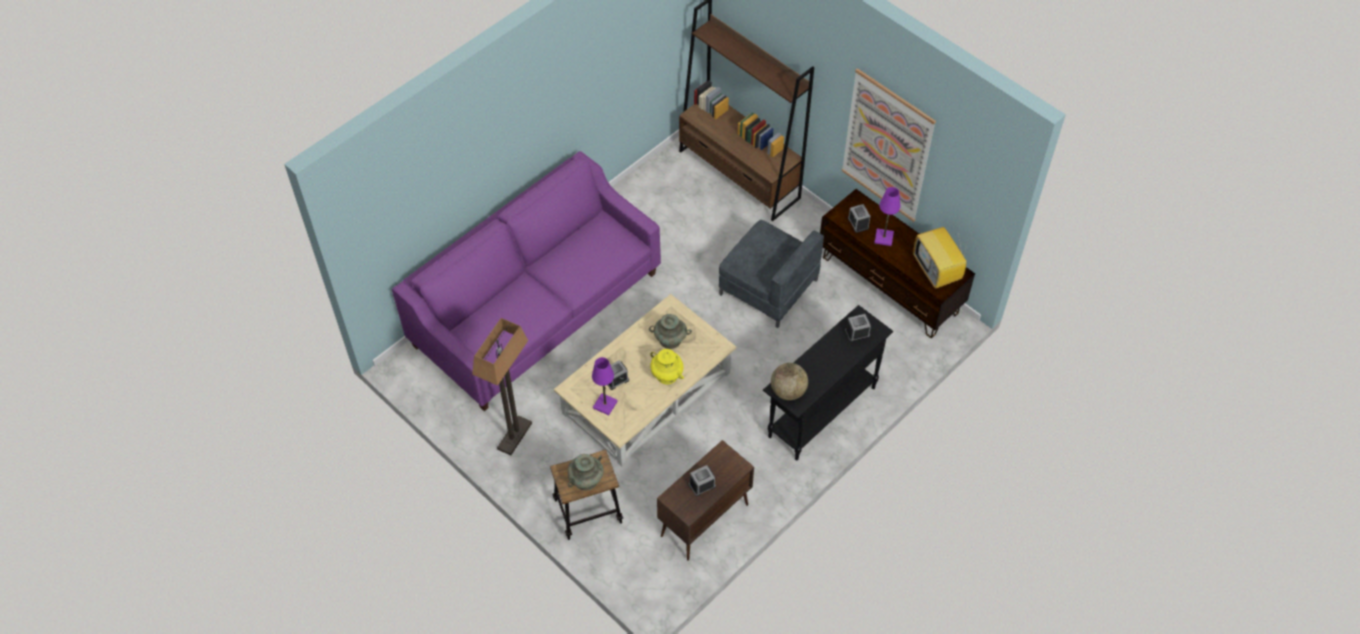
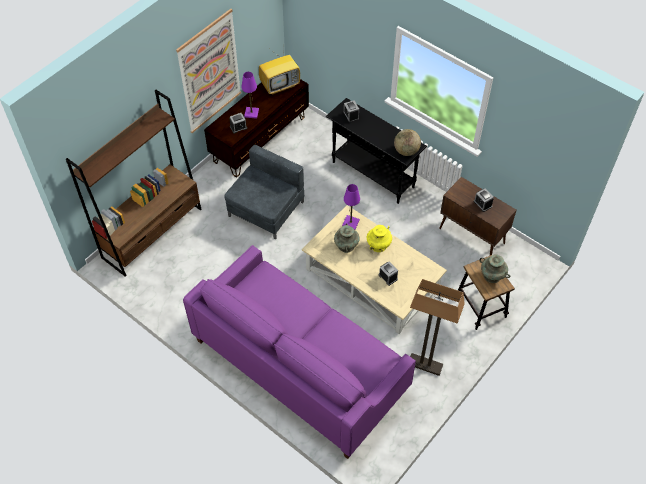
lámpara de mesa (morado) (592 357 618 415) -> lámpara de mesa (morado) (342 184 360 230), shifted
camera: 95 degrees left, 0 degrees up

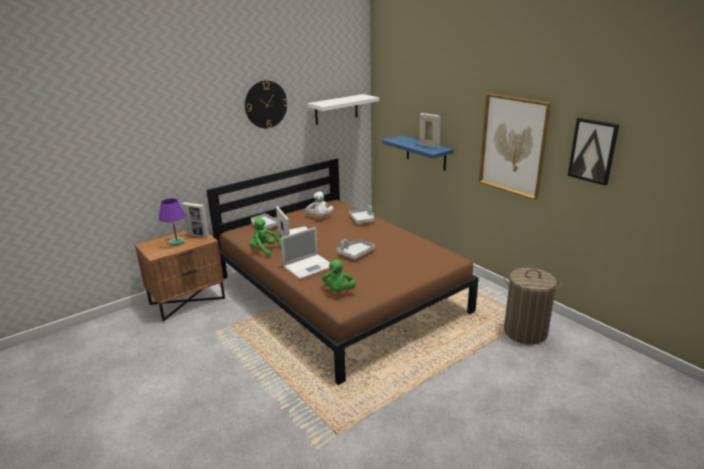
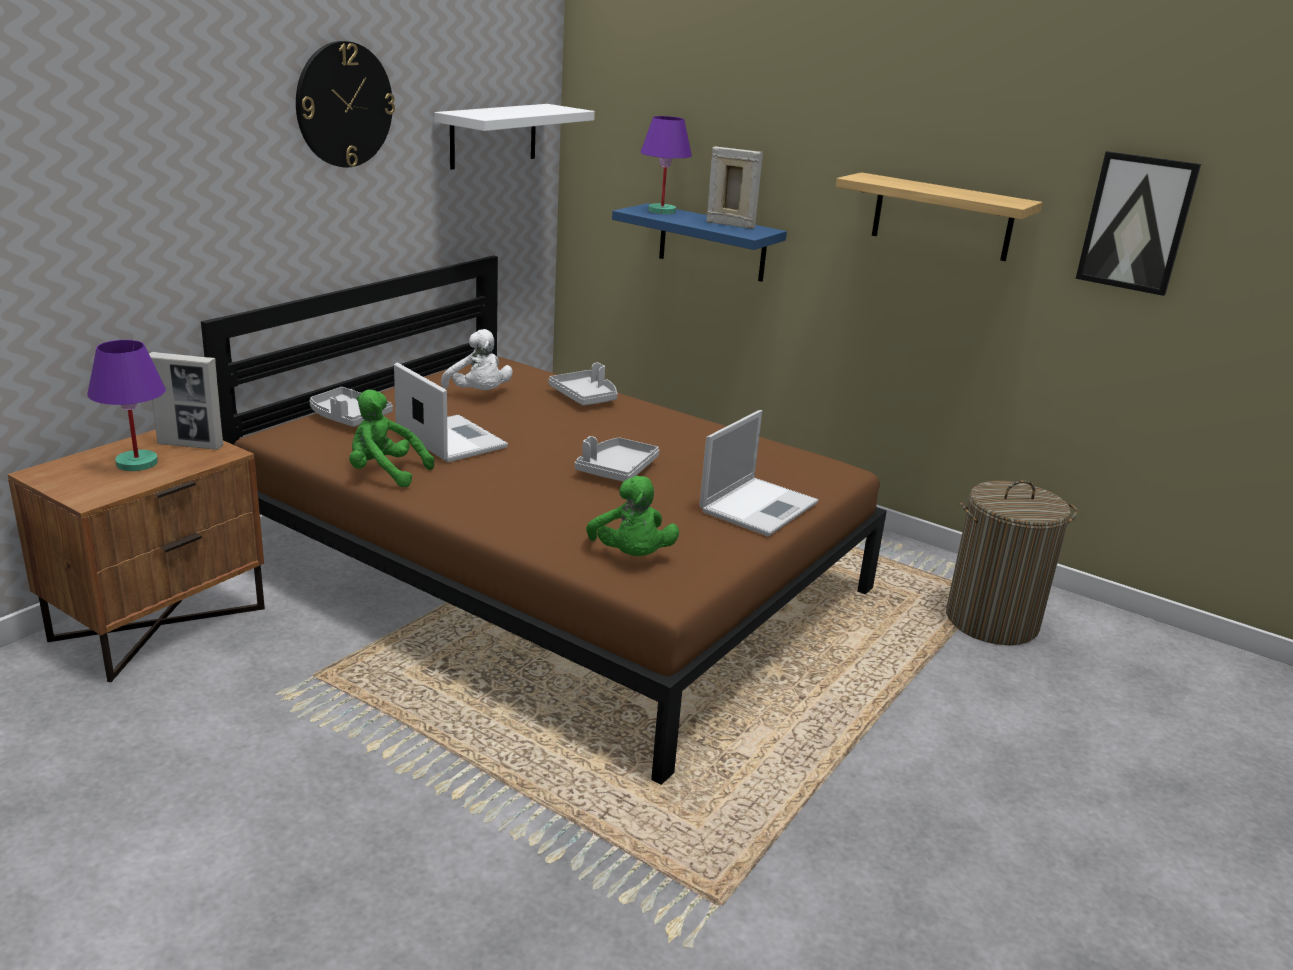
none -> lámpara de mesa (morado) (641 116 692 214)
portátil (280 227 330 280) -> portátil (699 410 819 536), shifted
cuadro (479 93 551 200) -> estante (836 172 1042 261)
camera: 20 degrees left, 0 degrees up

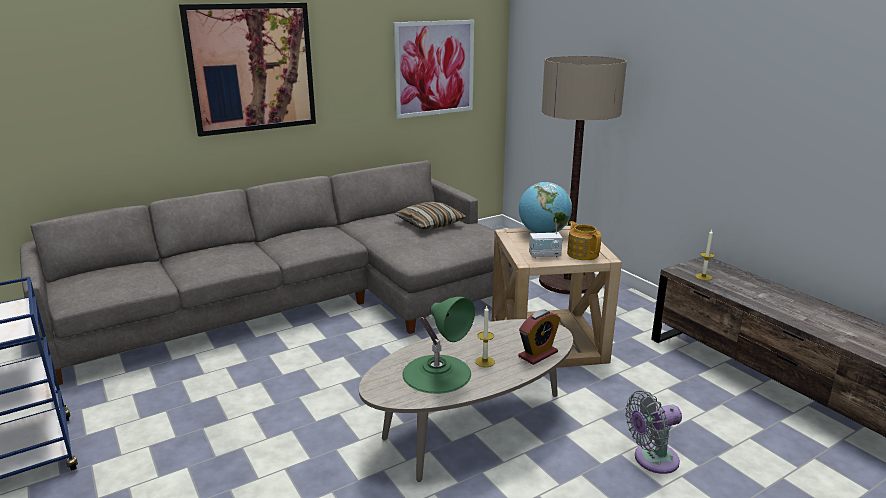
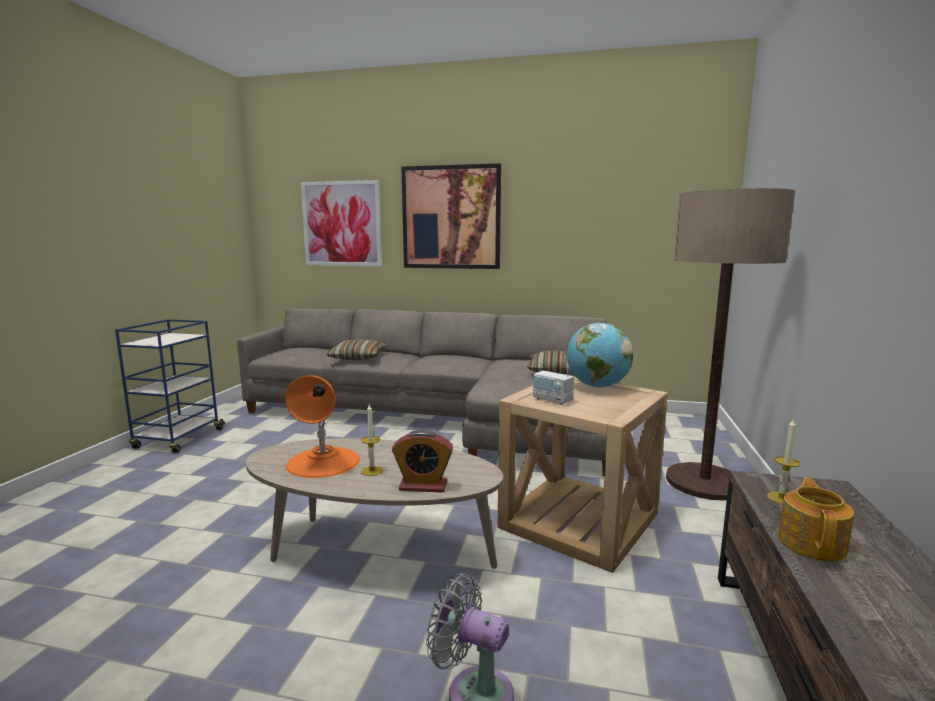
lámpara de mesa (verde) (402 297 475 394) -> lámpara de mesa (naranja) (285 375 360 478)
cuadro (393 20 474 119) -> cuadro (301 180 382 266), shifted
none -> cojín (326 339 387 360)
tetera (567 221 601 260) -> tetera (778 477 854 561), shifted
camera: 45 degrees right, 10 degrees down

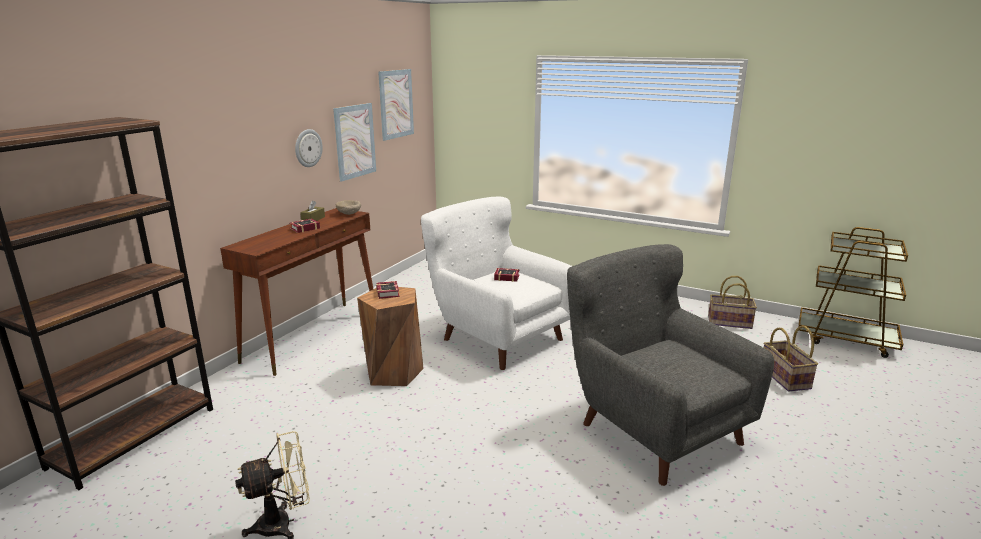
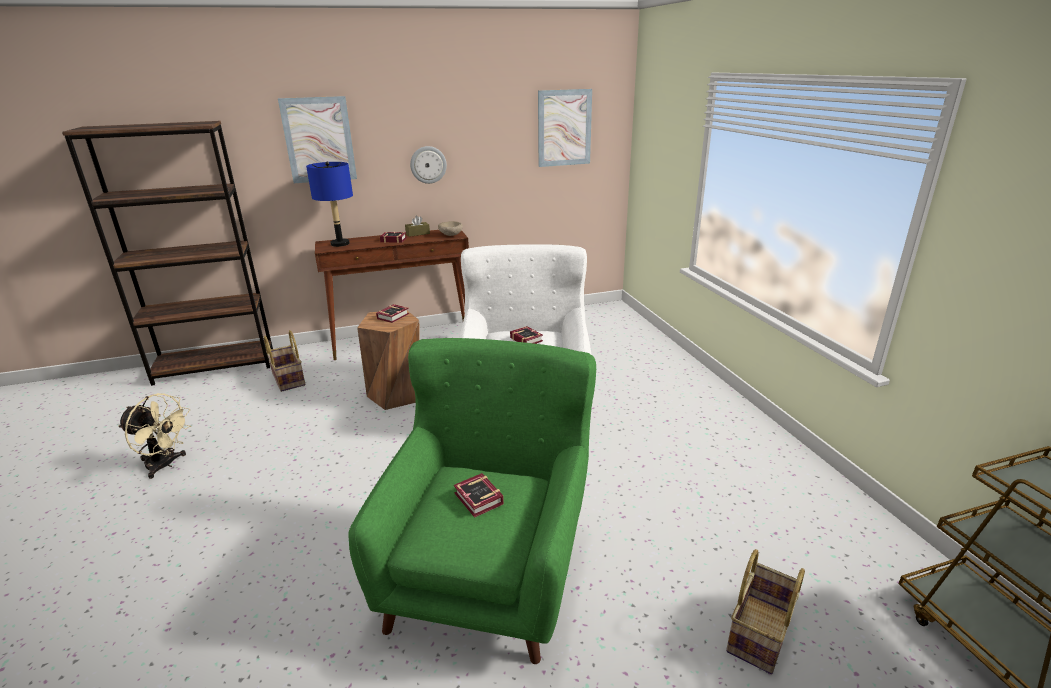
cesta (708 276 757 329) -> cesta (264 330 305 392), shifted
cuadro (333 103 376 182) -> cuadro (278 96 357 183), shifted
none -> lámpara de mesa (azul) (306 161 353 247)
sillón (gris) (567 244 774 486) -> sillón (verde) (349 338 596 664)
none -> libro (454 473 504 518)
camera: 45 degrees right, 5 degrees up

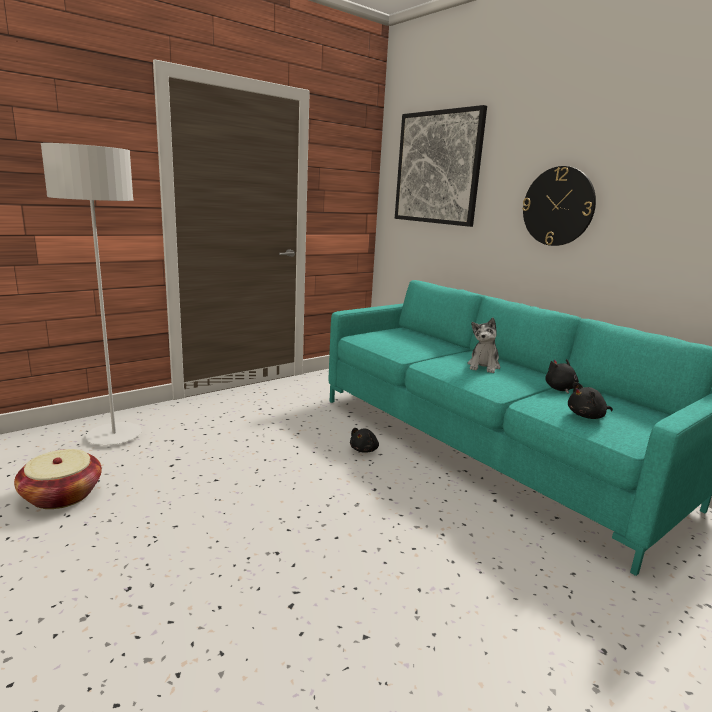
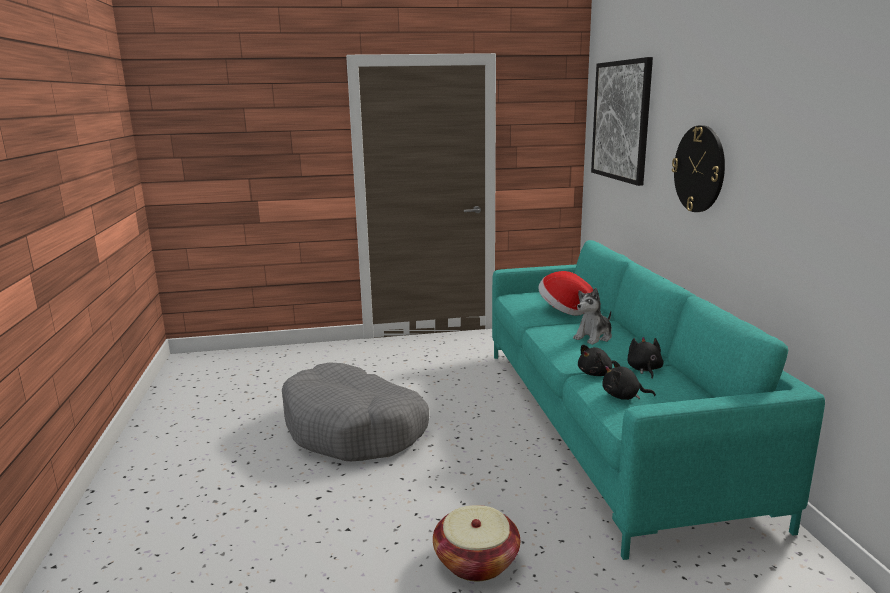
none -> cama para perro (gris) (282 362 429 461)
cesta (14 449 102 509) -> cesta (433 505 520 581), shifted
none -> sombrero (538 271 594 315)
peluche (negro) (350 428 379 453) -> peluche (negro) (578 344 613 376), shifted
lámpara de pie (gris) (41 143 142 445) -> none
camera: 30 degrees right, 0 degrees up

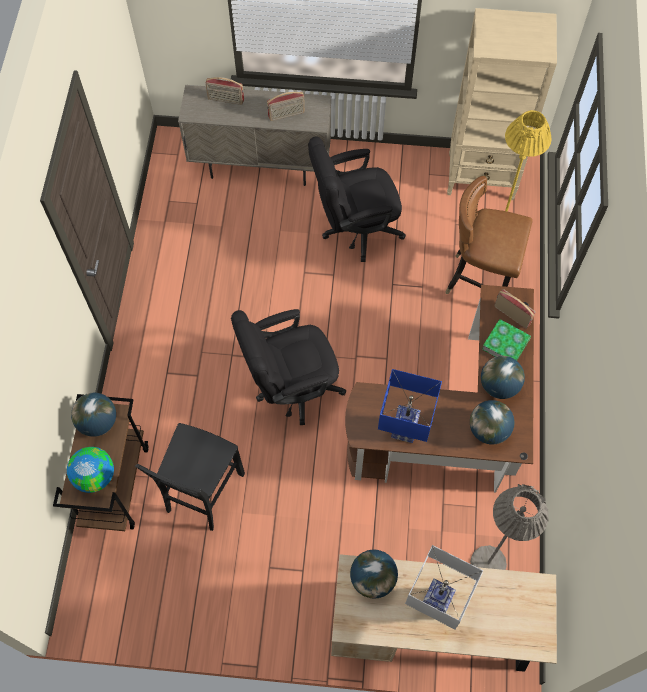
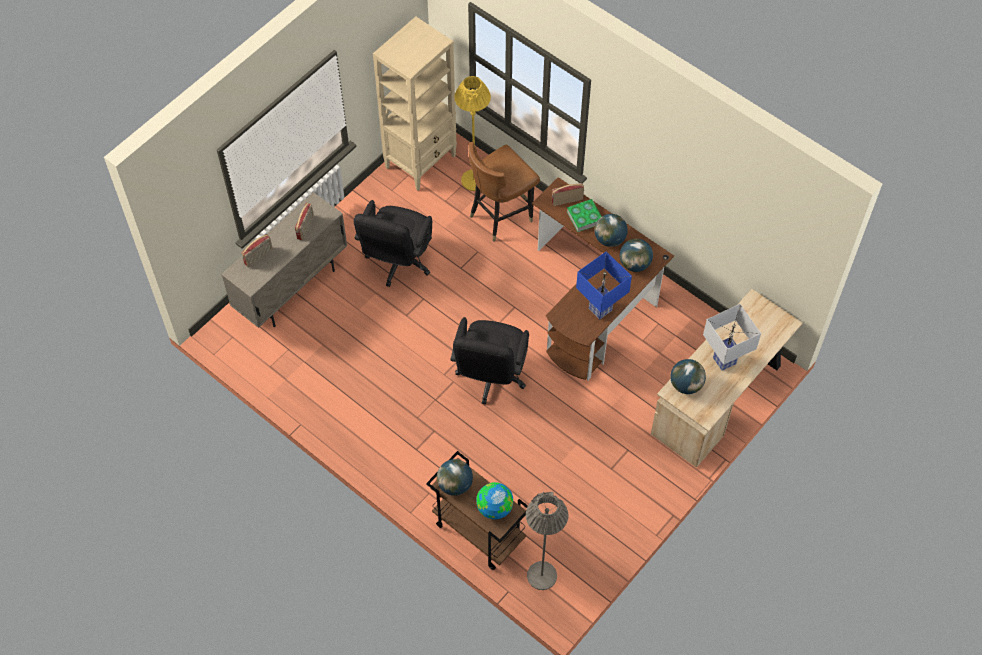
lámpara de pie (gris) (470 484 549 570) -> lámpara de pie (gris) (526 492 569 590), shifted
silla (negro) (135 423 245 531) -> none
camera: 55 degrees left, 5 degrees down

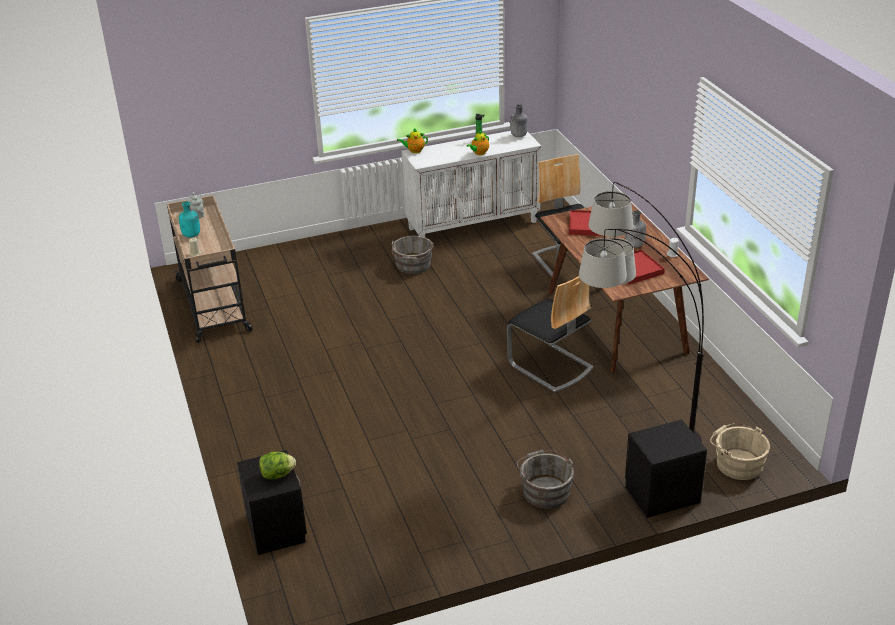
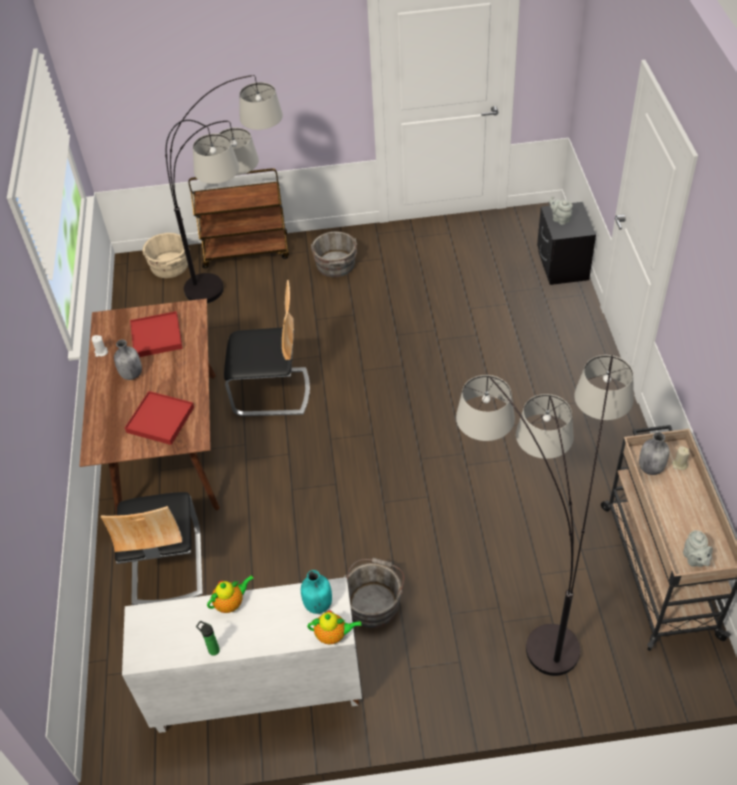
mesita de noche (negro) (625 420 707 518) -> carrito (marrón) (189 168 289 268)
silla (507 276 594 392) -> silla (224 280 310 416), 120 degrees clockwise
botella (turquesa) (179 202 200 238) -> botella (turquesa) (301 570 332 614), shifted
none -> lámpara de pie (456 355 633 676)
lechuga (259 452 296 480) -> tetera (gris) (549 196 573 225)
botella (gris) (510 104 528 137) -> botella (gris) (639 432 669 475), shifted
camera: 165 degrees left, 15 degrees up

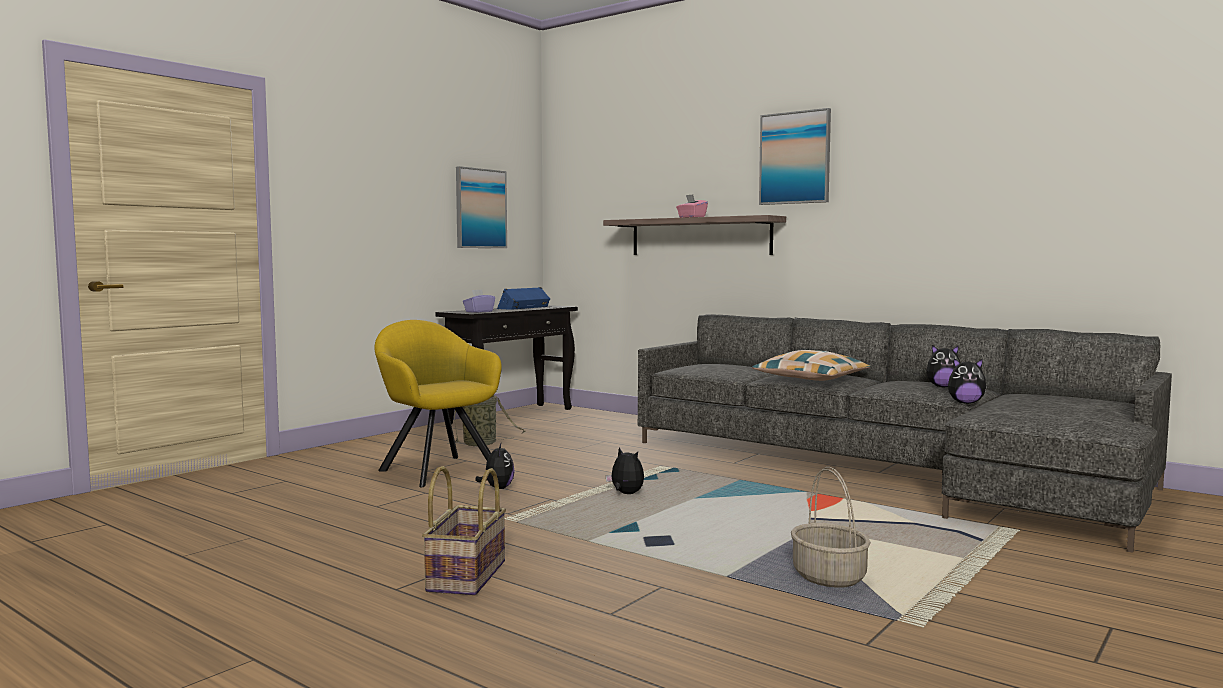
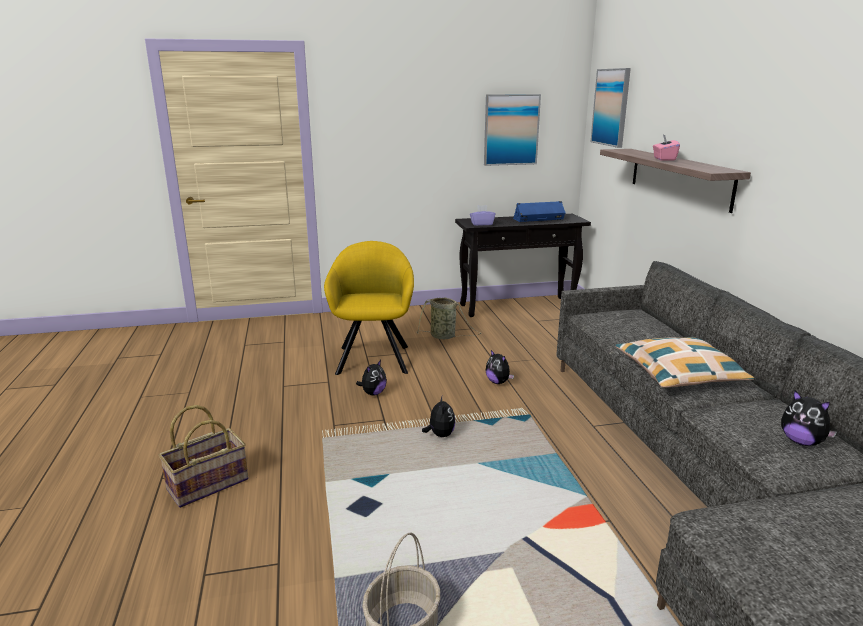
peluche (948 358 987 404) -> peluche (485 350 514 384), shifted
cuadro (759 108 831 205) -> cuadro (591 68 631 148), shifted
camera: 40 degrees right, 15 degrees up

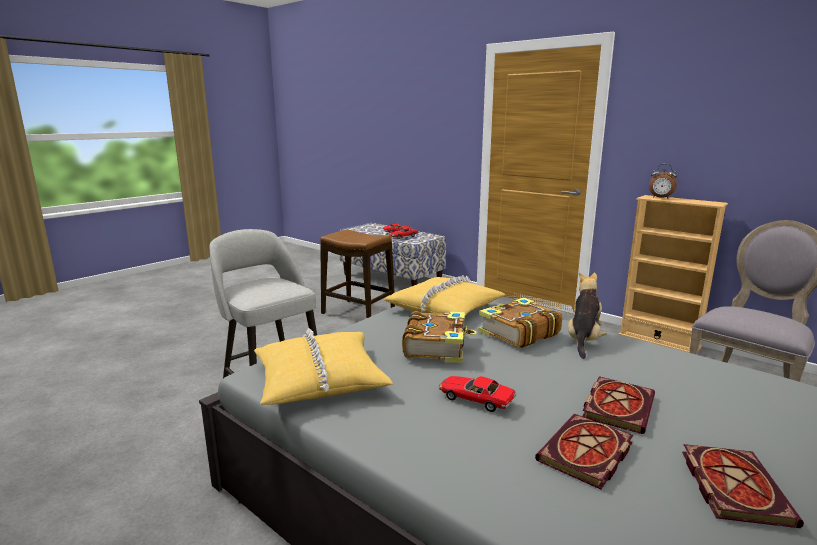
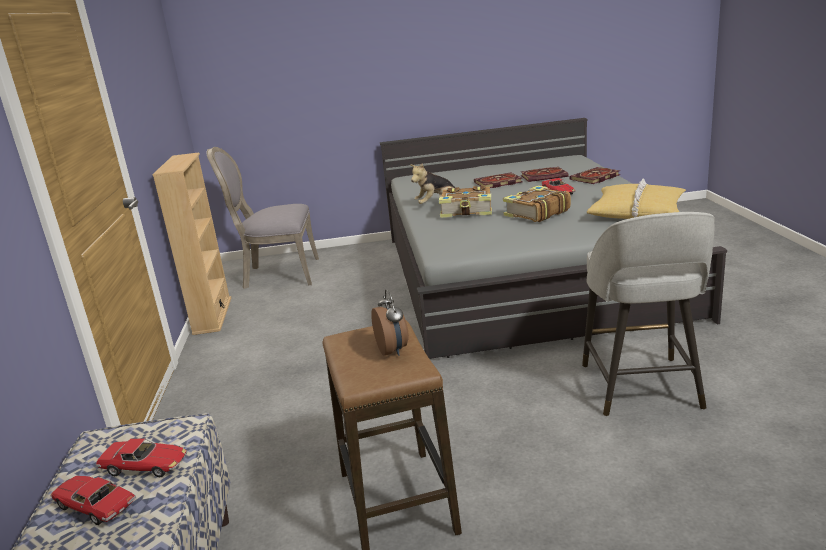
despertador (649 164 677 198) -> despertador (371 289 409 356), shifted
libro (682 444 804 528) -> libro (569 167 621 184), shifted
cojín (amarillo) (384 275 505 315) -> none
camera: 135 degrees left, 5 degrees up

